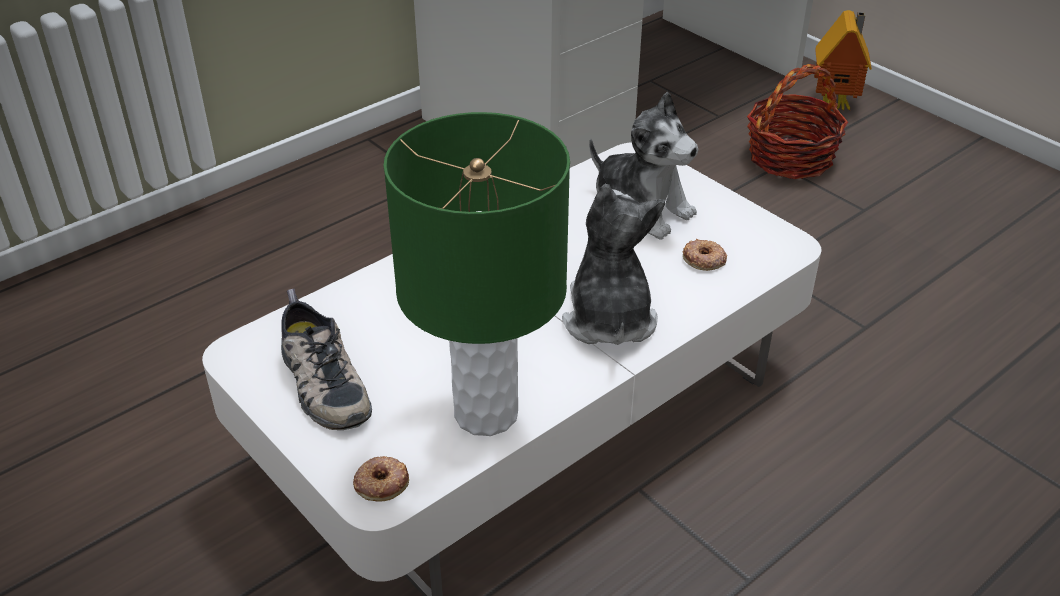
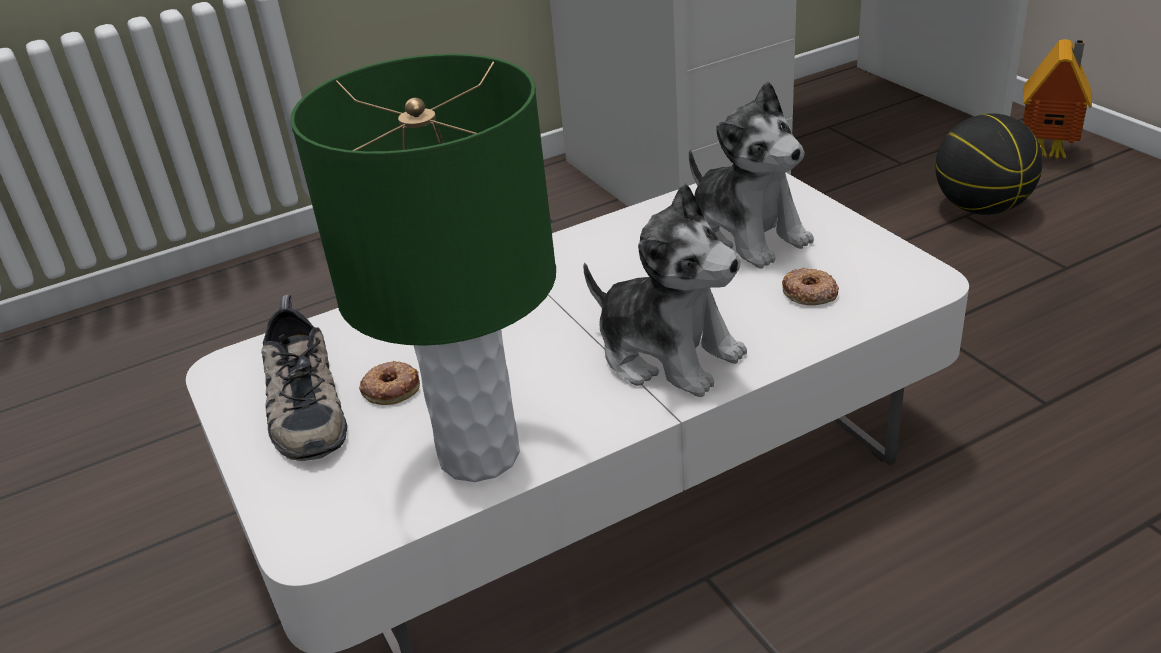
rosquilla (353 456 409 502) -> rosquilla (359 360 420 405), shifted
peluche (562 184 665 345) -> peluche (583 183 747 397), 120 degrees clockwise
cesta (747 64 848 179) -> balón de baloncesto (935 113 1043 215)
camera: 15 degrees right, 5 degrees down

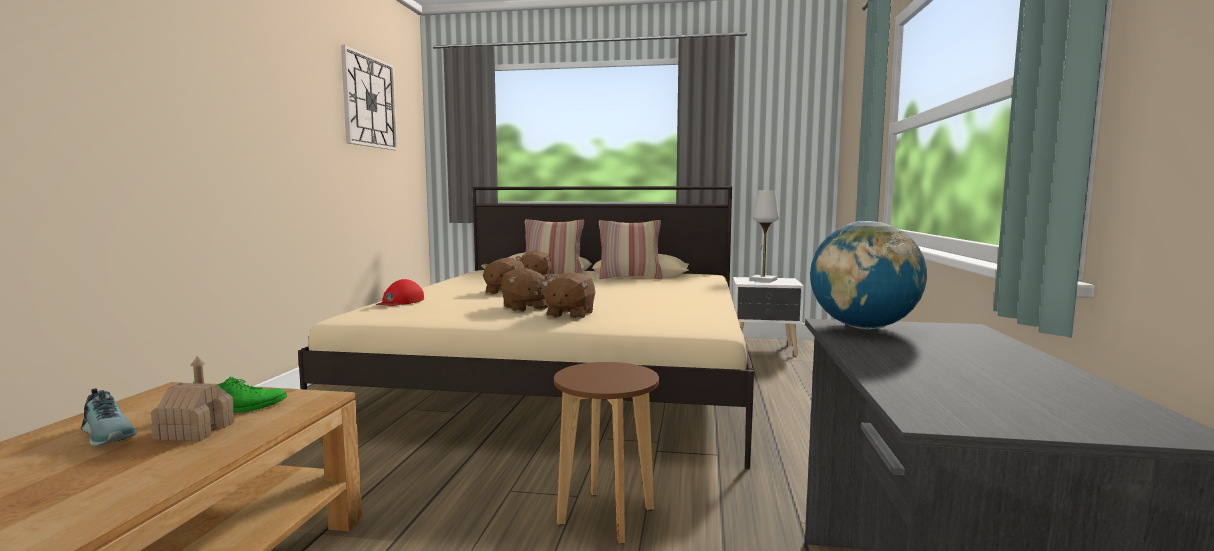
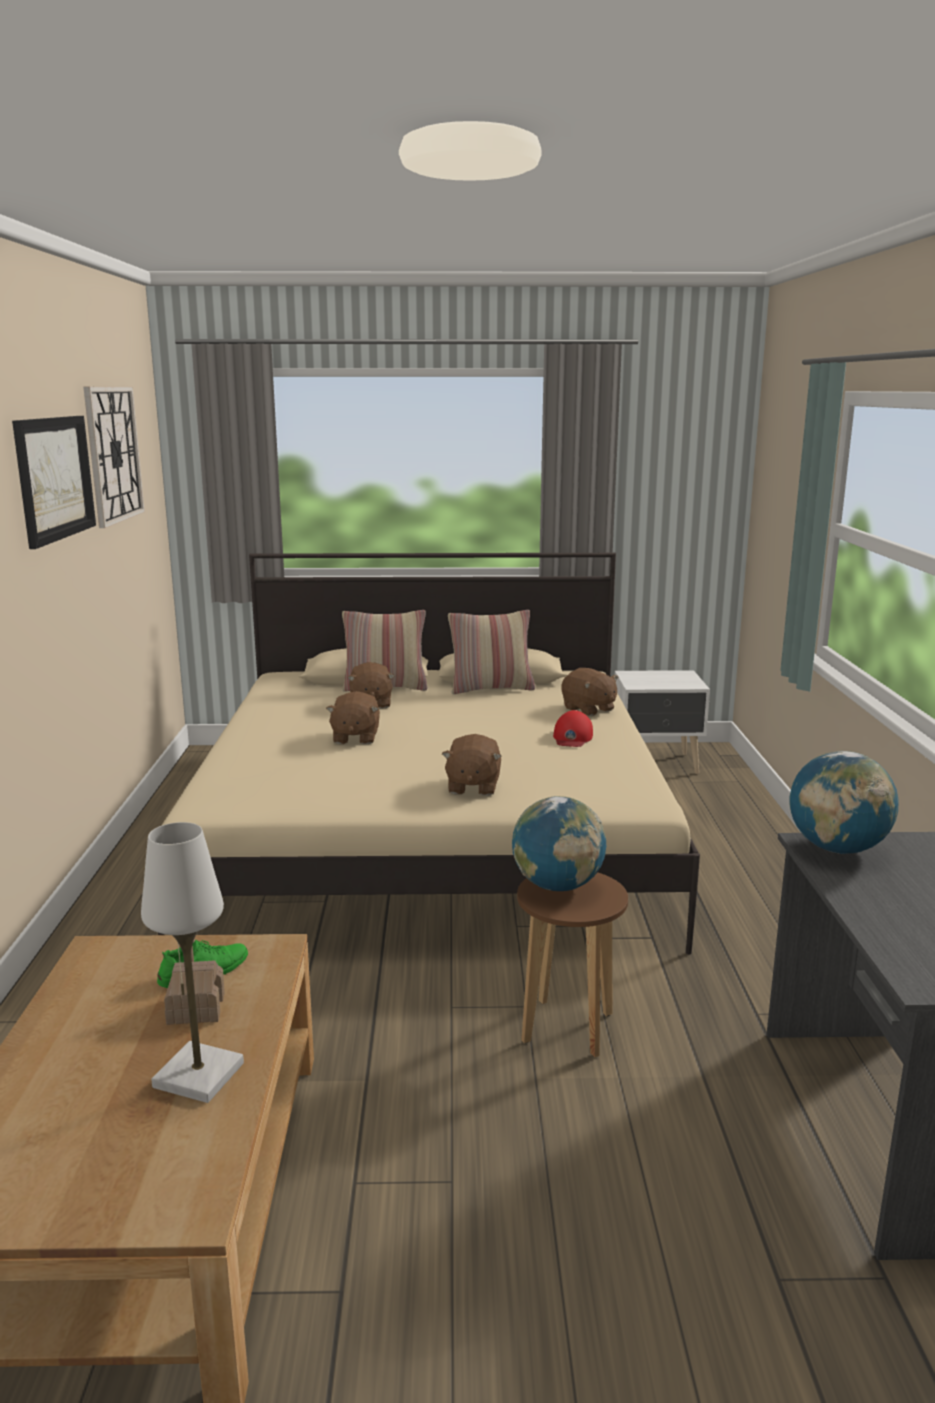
none -> cuadro (12 416 96 549)
lámpara de mesa (blanco) (750 190 779 282) -> lámpara de mesa (blanco) (141 822 244 1103), shifted
none -> globo terráqueo (512 796 606 891)
gorra (rojo) (376 279 424 306) -> gorra (rojo) (553 710 593 747), shifted
peluche (marrón) (501 268 552 312) -> peluche (marrón) (561 668 618 716), shifted
zapato (81 388 137 446) -> none
camera: 10 degrees left, 10 degrees up

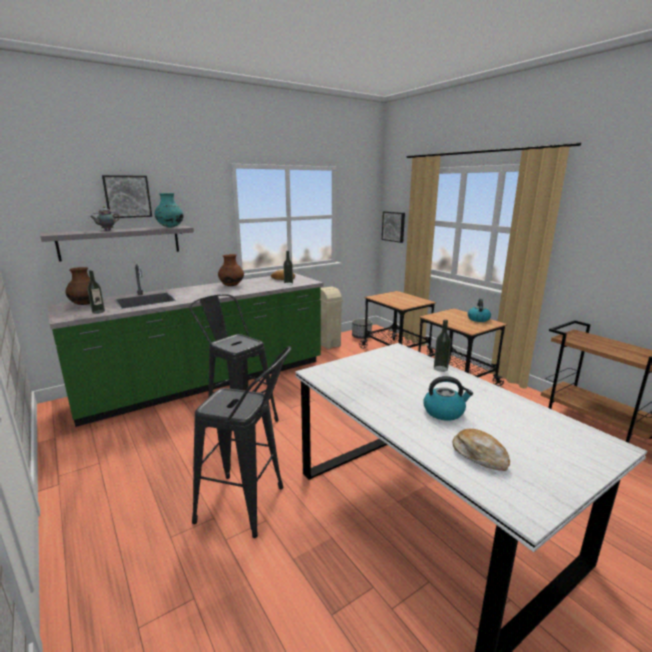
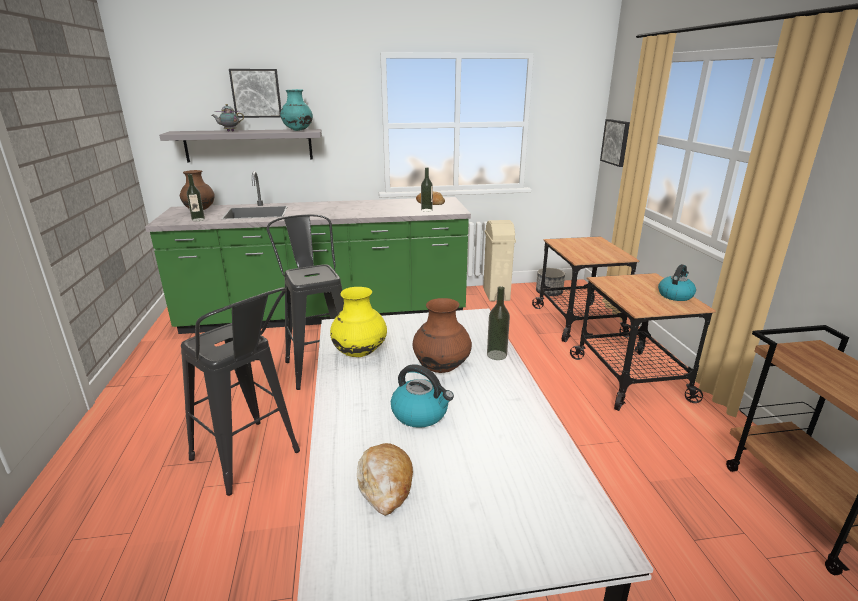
none -> florero (amarillo) (330 287 387 357)
florero (marrón) (218 254 244 286) -> florero (marrón) (413 298 472 373), shifted
camera: 25 degrees right, 5 degrees up

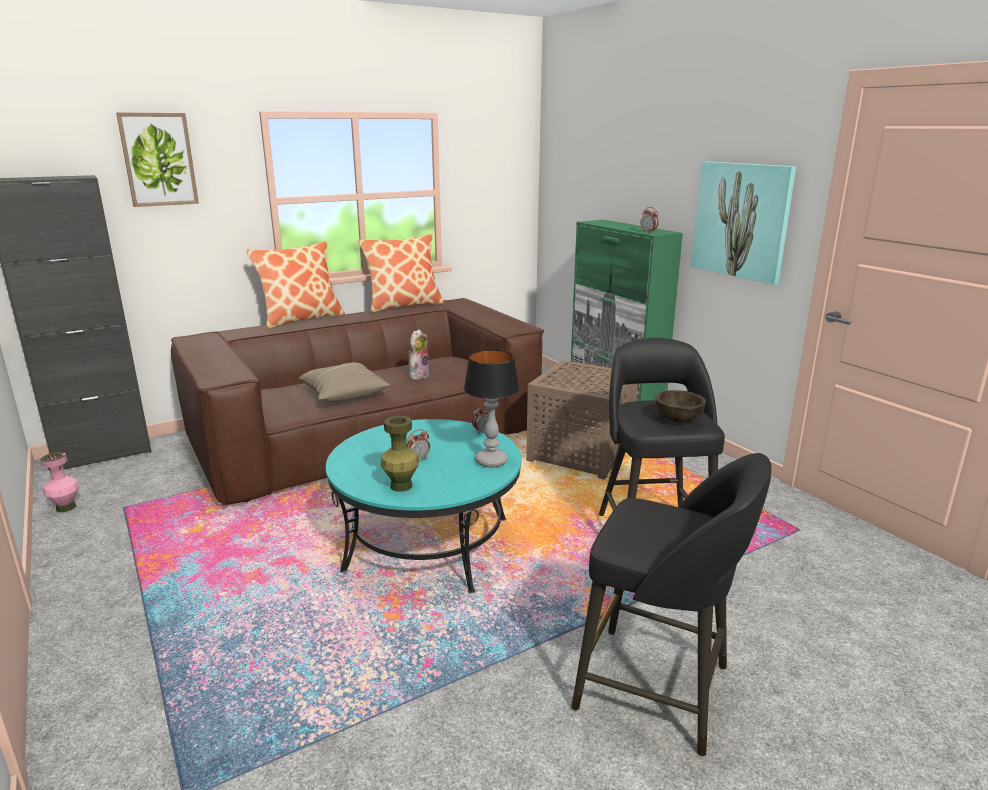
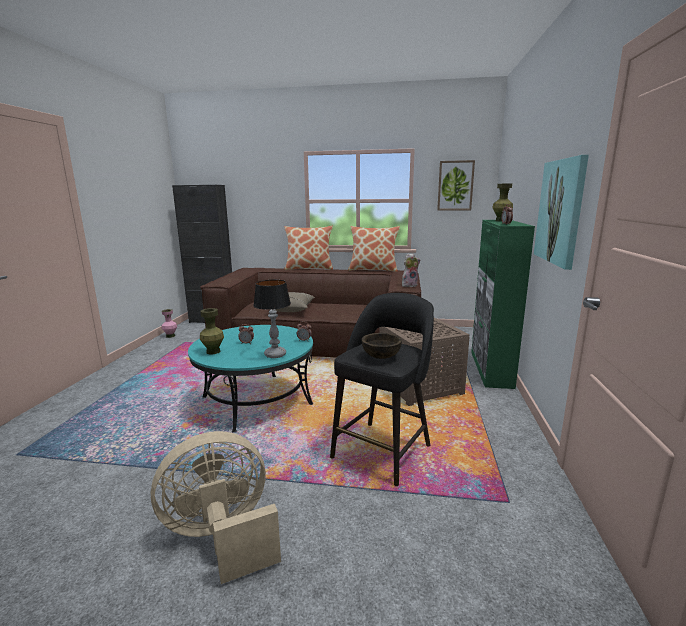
taburete (negro) (571 453 772 756) -> ventilador (beis) (151 431 281 584)
peluche (408 329 430 380) -> peluche (402 253 421 287), shifted
cuadro (116 112 199 207) -> cuadro (437 160 475 211), shifted
none -> florero (verde) (492 184 513 221)
camera: 40 degrees right, 5 degrees down

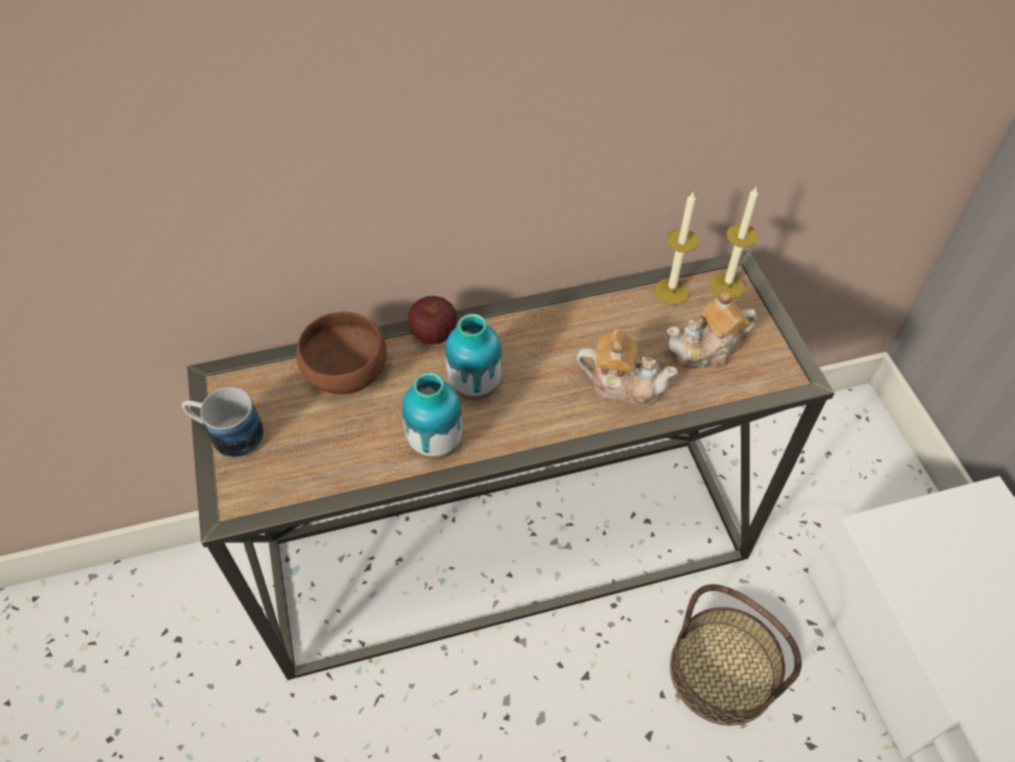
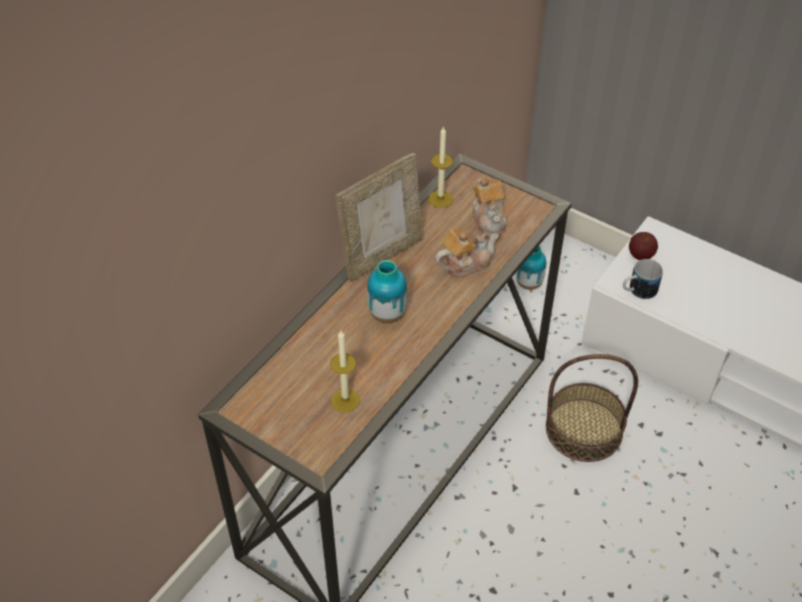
vela (710 186 758 299) -> vela (330 331 360 412), shifted
none -> portarretratos (336 153 423 282)
tetera (667 291 757 368) -> tetera (472 177 507 237), 45 degrees counterclockwise
florero (402 372 463 460) -> florero (516 246 546 290), shifted
taza grande (182 387 264 457) -> taza grande (623 259 663 299), shifted
manzana (408 296 457 345) -> manzana (629 232 658 260), shifted
cuenco (marrón) (296 311 387 394) -> none
camera: 40 degrees left, 5 degrees down

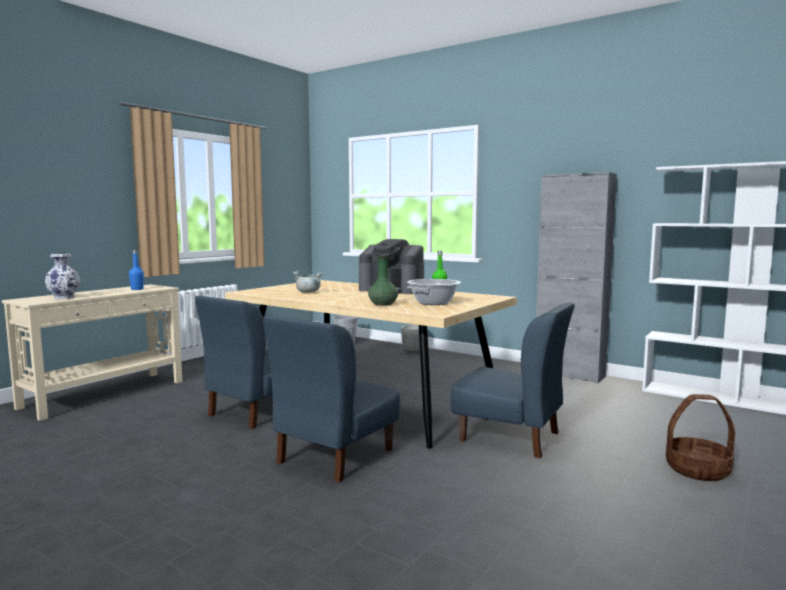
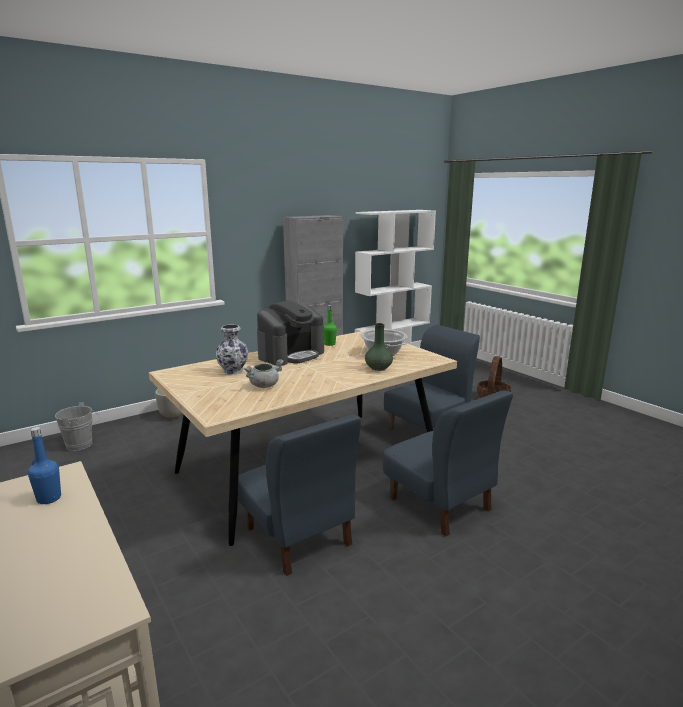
florero (45 253 80 300) -> florero (216 325 248 375), shifted
camera: 70 degrees left, 10 degrees up

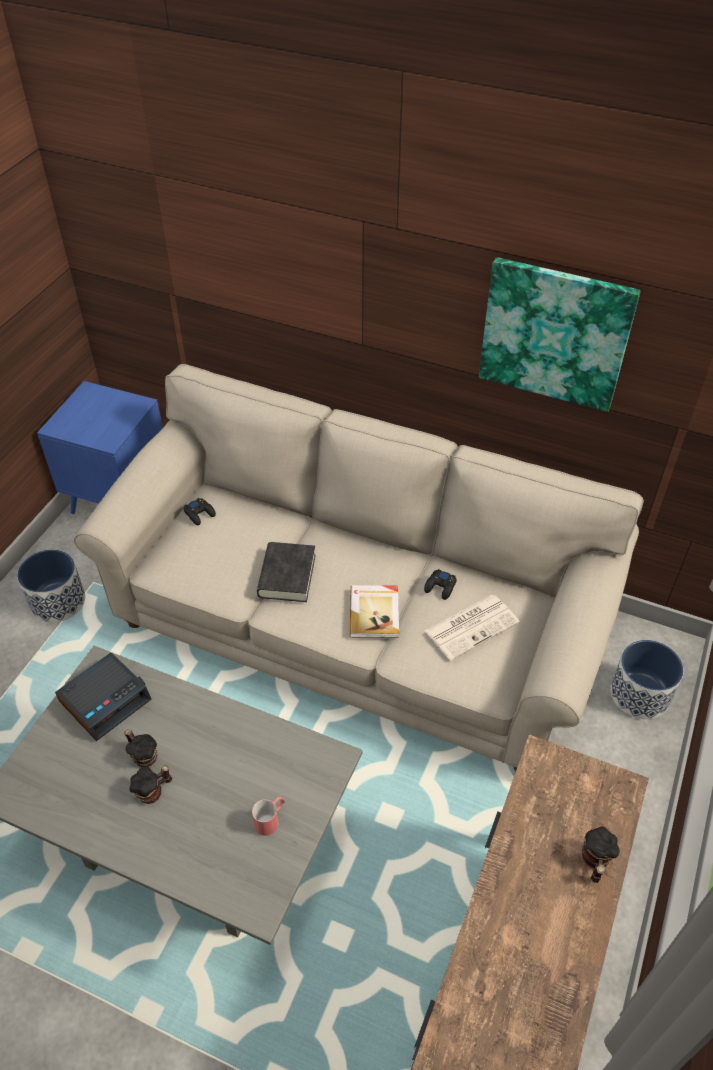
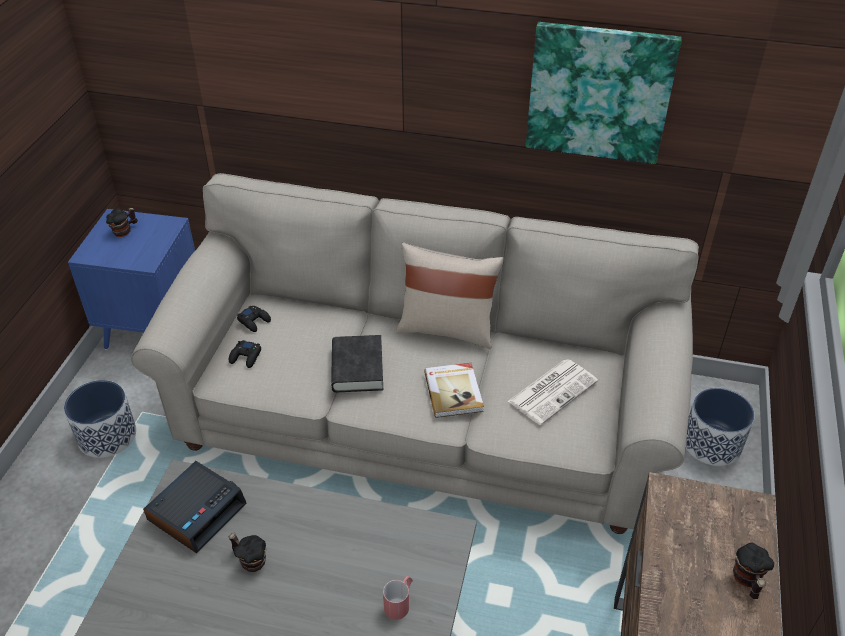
taza grande (129 765 172 804) -> taza grande (106 208 138 237), shifted
mando de consola (negro) (424 569 457 600) -> mando de consola (negro) (229 340 261 368), shifted
none -> cojín (beis) (396 243 504 349)
camera: 10 degrees left, 5 degrees down

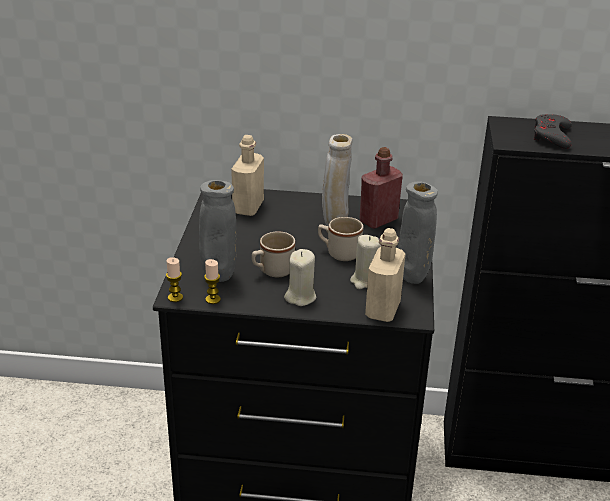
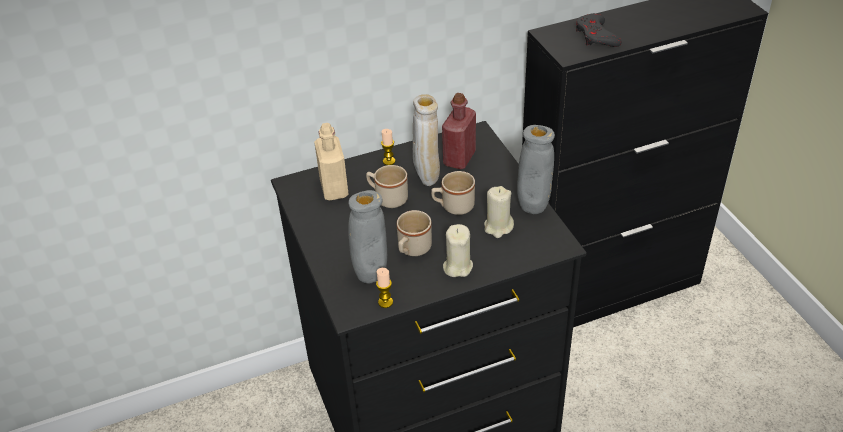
none -> taza grande (beis) (366 165 408 208)
vela (166 257 183 302) -> vela (381 129 395 165), shifted
botella (beis) (365 228 405 322) -> none
camera: 25 degrees left, 10 degrees up

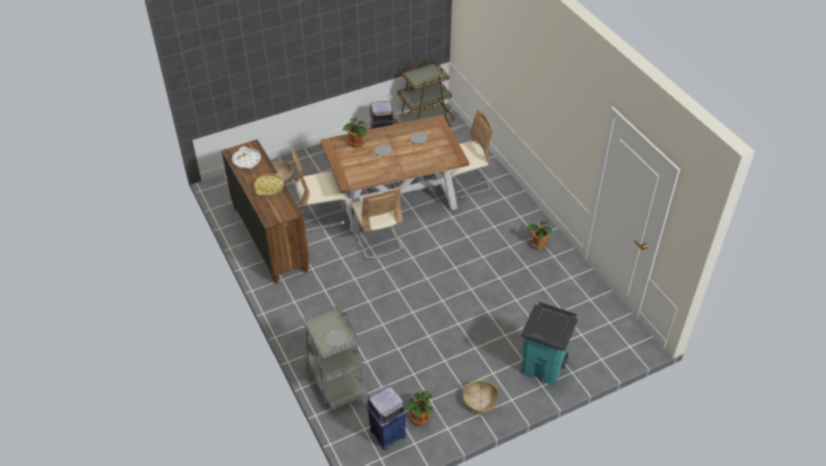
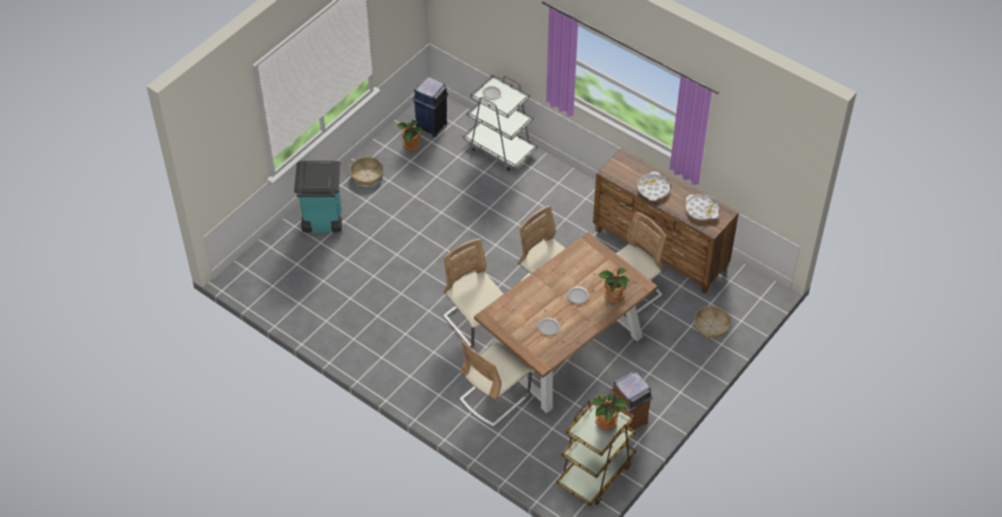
none -> silla (beis) (443 238 503 348)
planta en maceta (526 220 552 250) -> planta en maceta (593 394 627 430), shifted
bandeja (amarillo) (254 173 284 196) -> bandeja (blanco) (637 171 670 201)
camera: 155 degrees right, 5 degrees up

